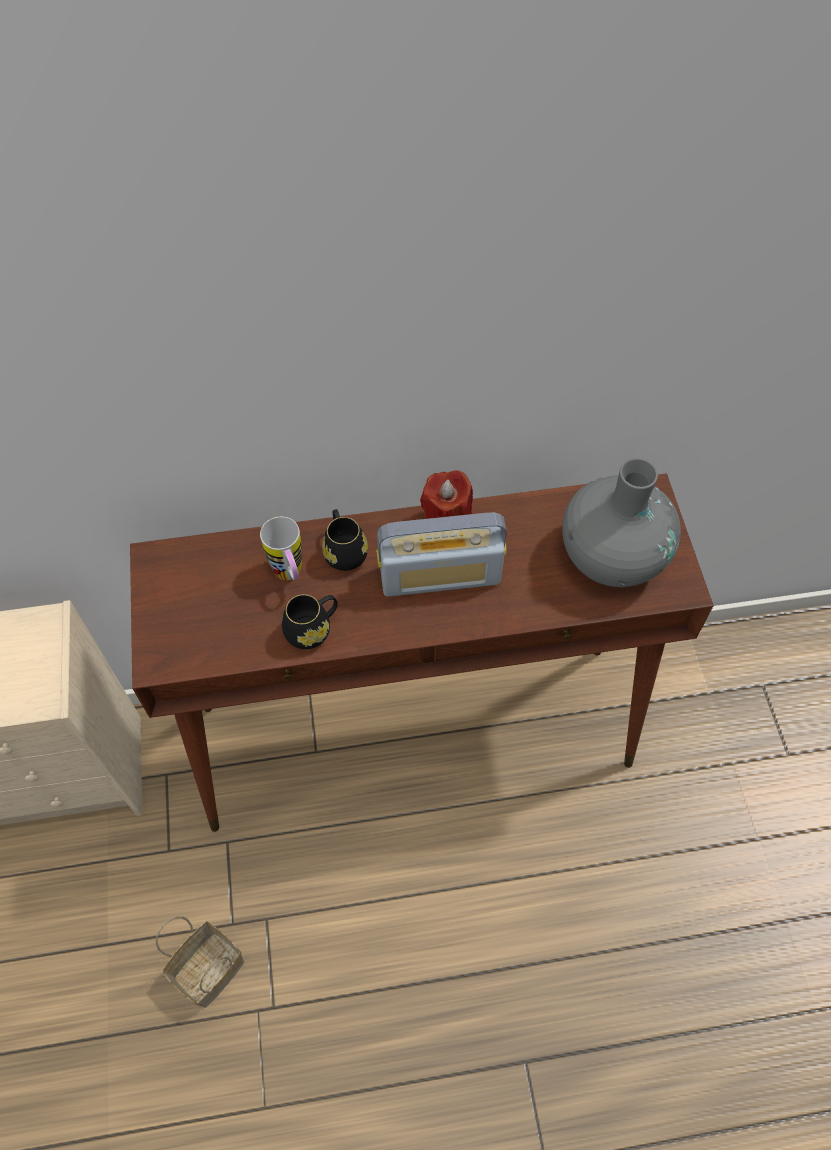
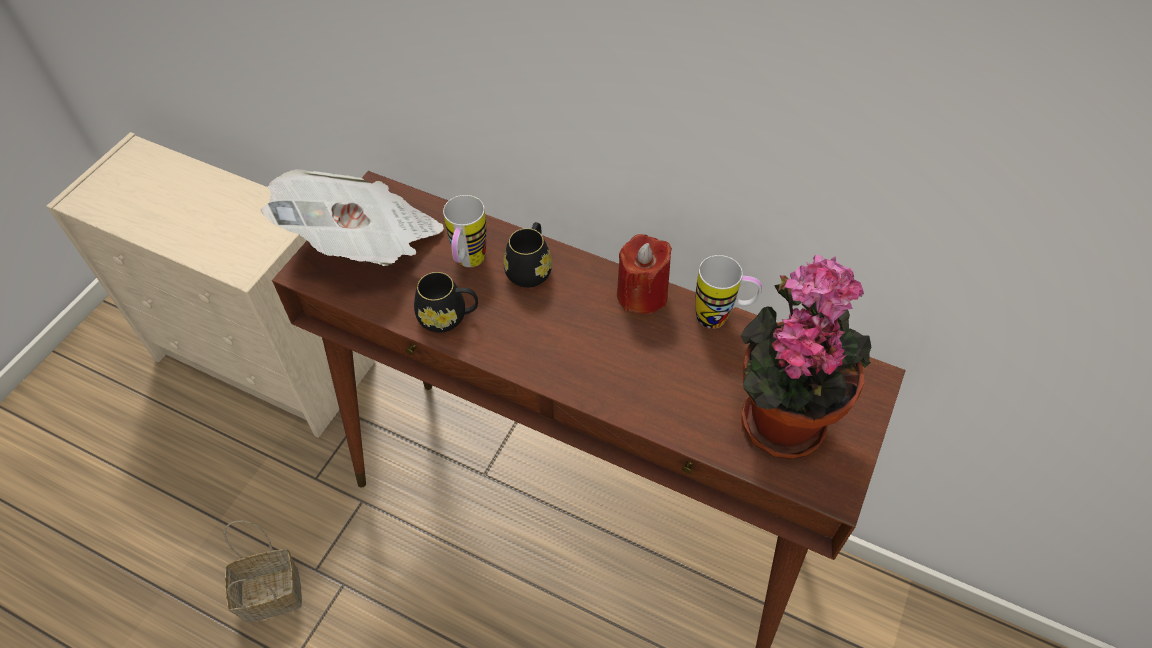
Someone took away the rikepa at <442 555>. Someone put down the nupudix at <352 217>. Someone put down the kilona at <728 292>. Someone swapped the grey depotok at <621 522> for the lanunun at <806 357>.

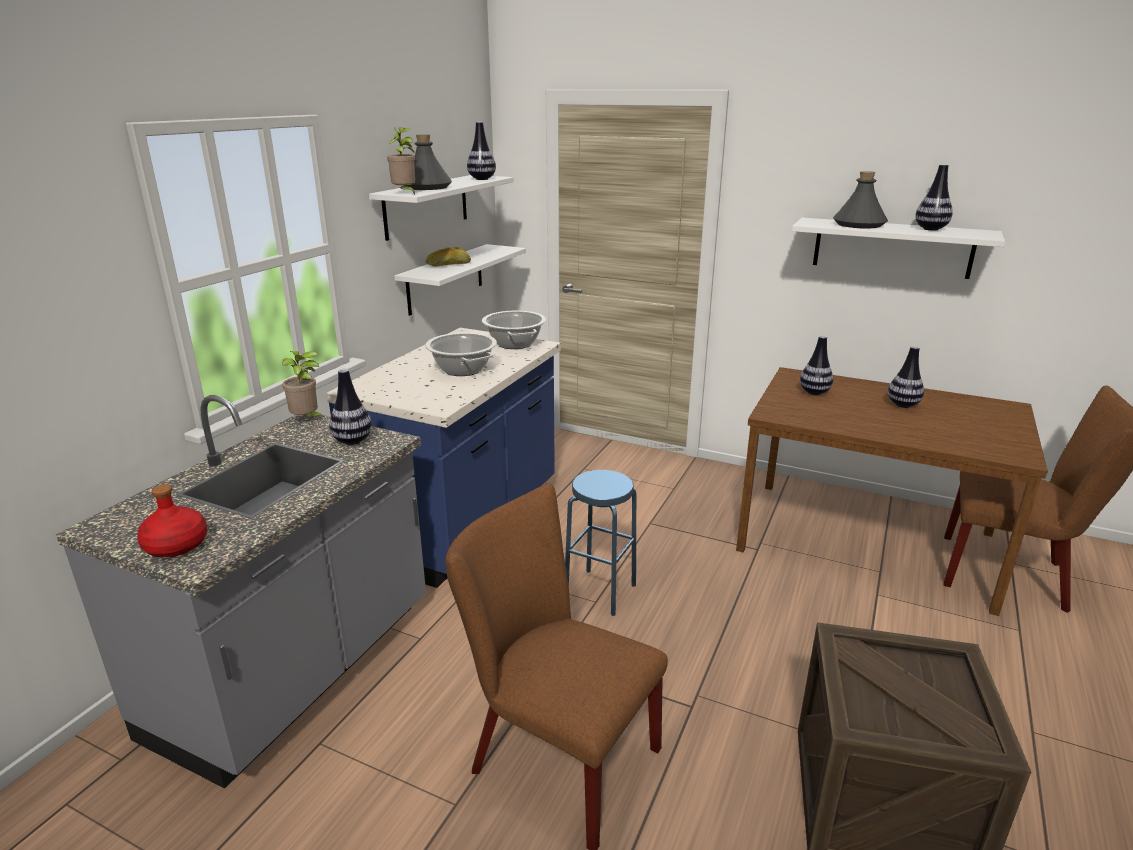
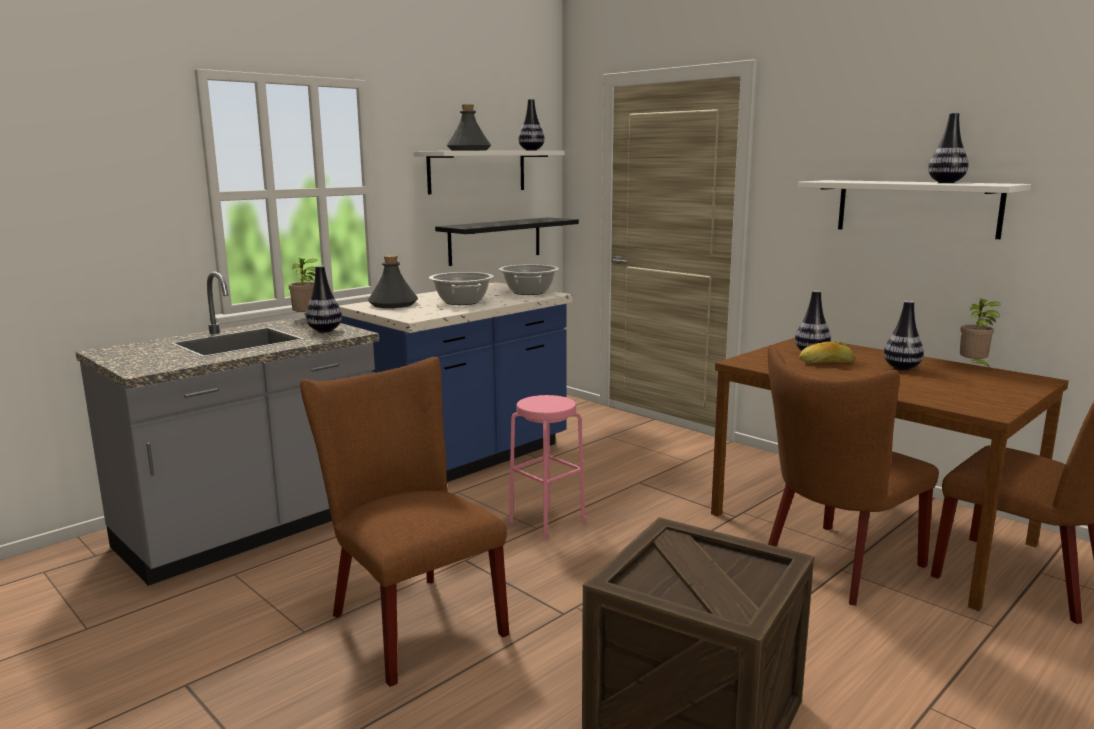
Someone took away the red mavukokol at <172 520>. Someone put down the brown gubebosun at <853 475>. Someone carried the lanunun from <401 161> to <980 334>. Someone carried the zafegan from <448 257> to <827 352>. Someone carried the grey mavukokol from <860 200> to <393 281>. Someone repainted the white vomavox at <460 280>, which became the black vomavox at <507 241>. Someone repainted the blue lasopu at <600 543>, which became the pink lasopu at <547 467>.

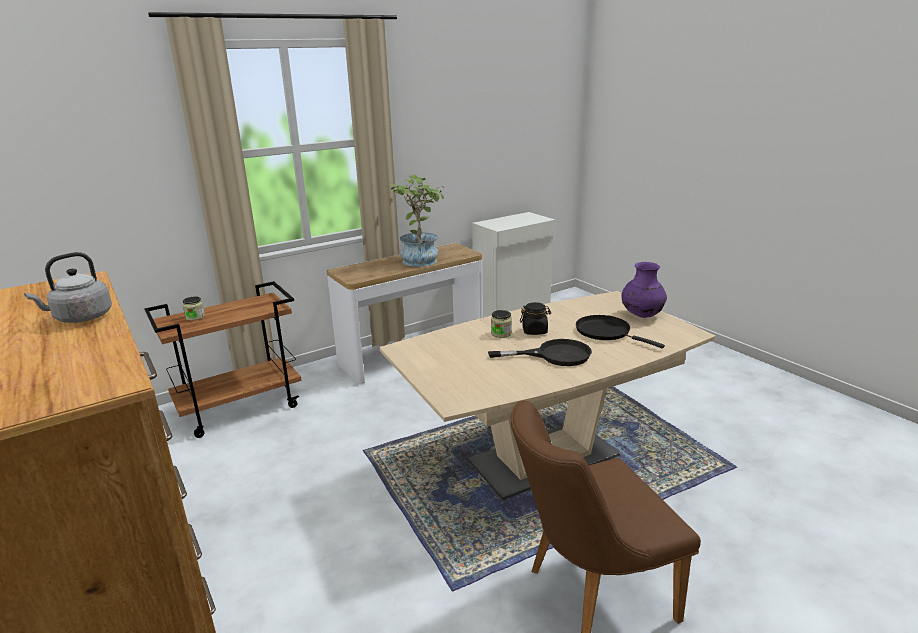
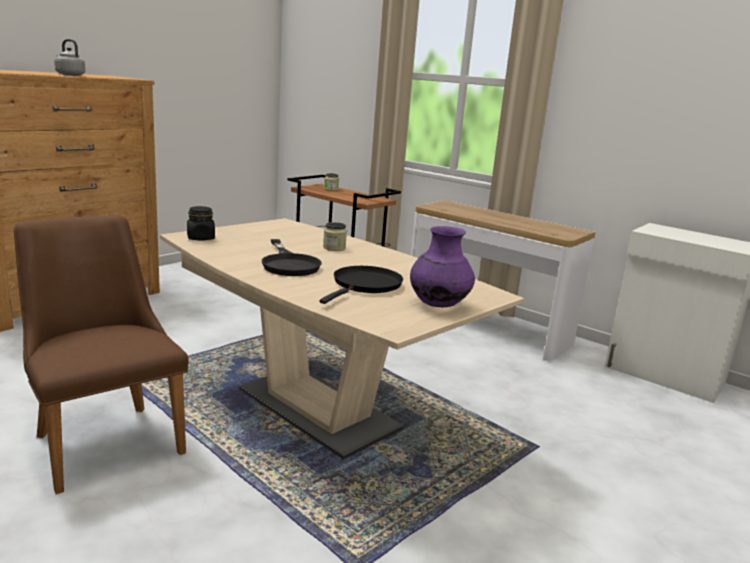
Someone took away the lanunun at <417 220>. Someone carried the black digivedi from <535 318> to <201 223>.

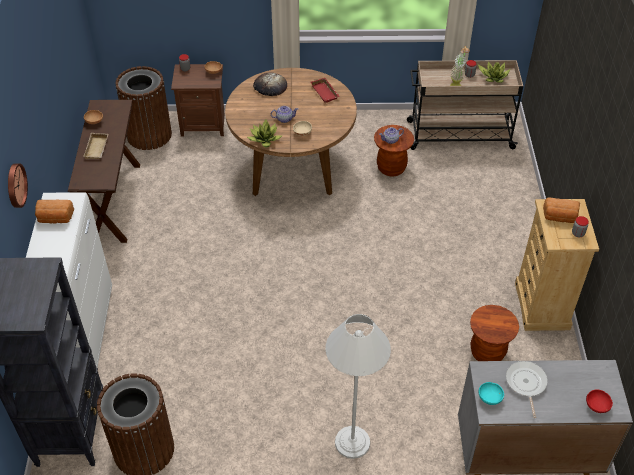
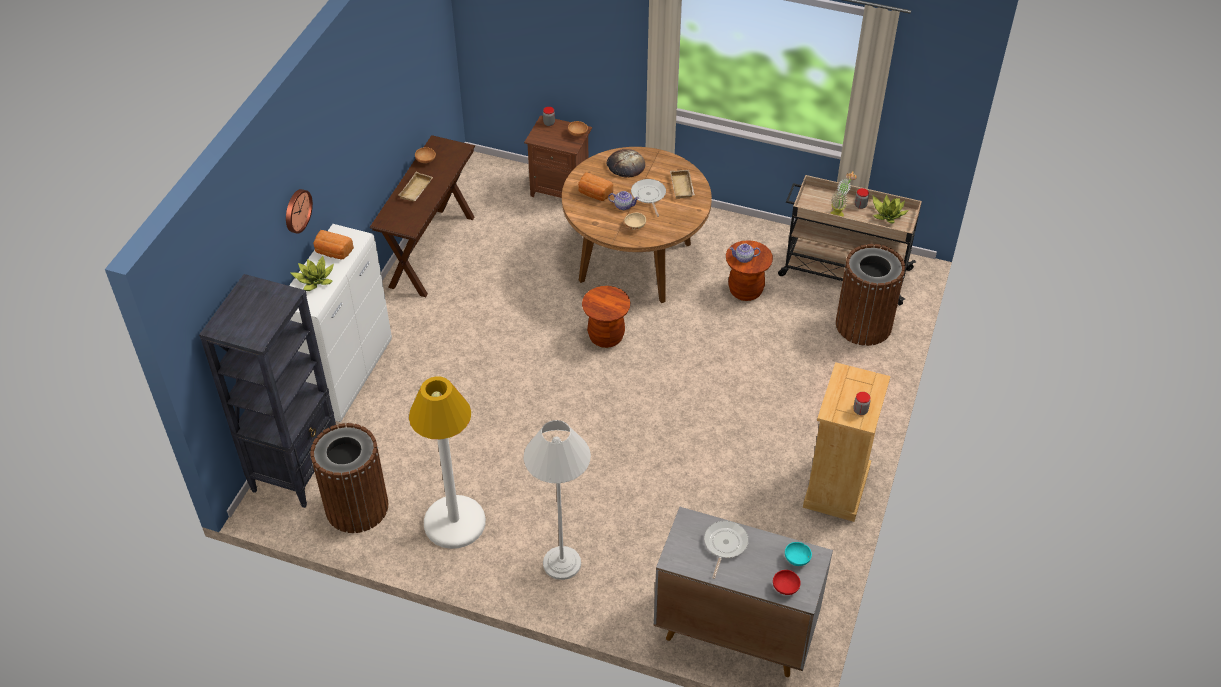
Someone put down the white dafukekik at <447 462>. Someone put down the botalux at <648 198>. Someone carried the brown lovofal from <144 108> to <870 295>. Someone carried the lanunun from <265 133> to <312 273>. Someone carried the brown lasopu from <494 333> to <606 317>. Someone carried the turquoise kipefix from <491 393> to <798 554>. Someone carried the zafegan from <561 210> to <595 186>. Someone repainted the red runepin at <325 90>, which became the beige runepin at <682 184>.

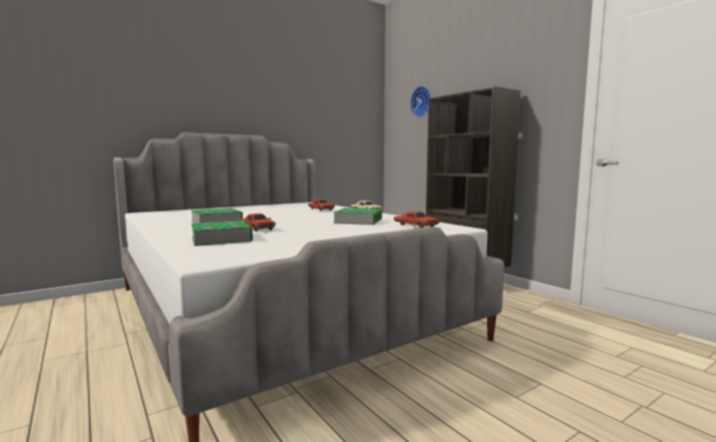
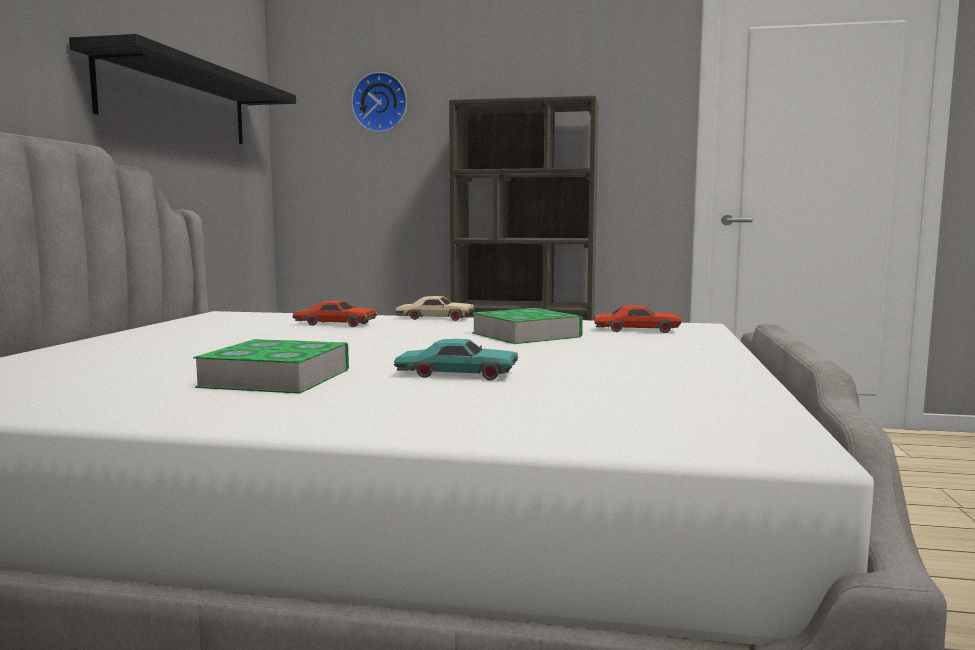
Someone took away the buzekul at <222 233>. Someone put up the black vomavox at <182 89>. Someone repainted the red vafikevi at <258 222>, which became the turquoise vafikevi at <456 359>.

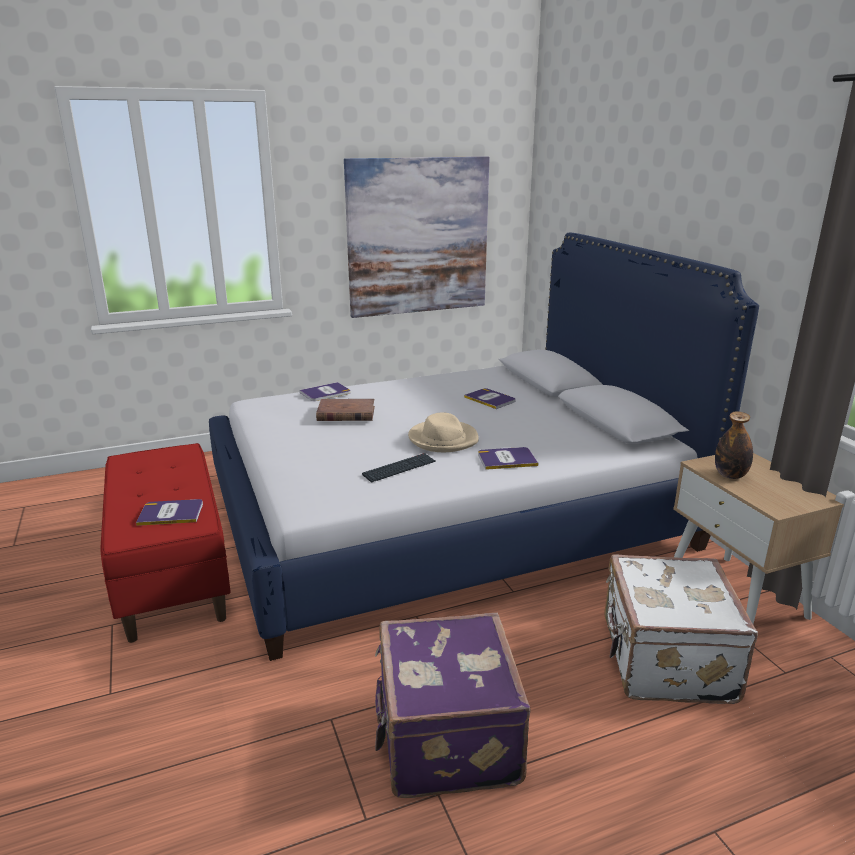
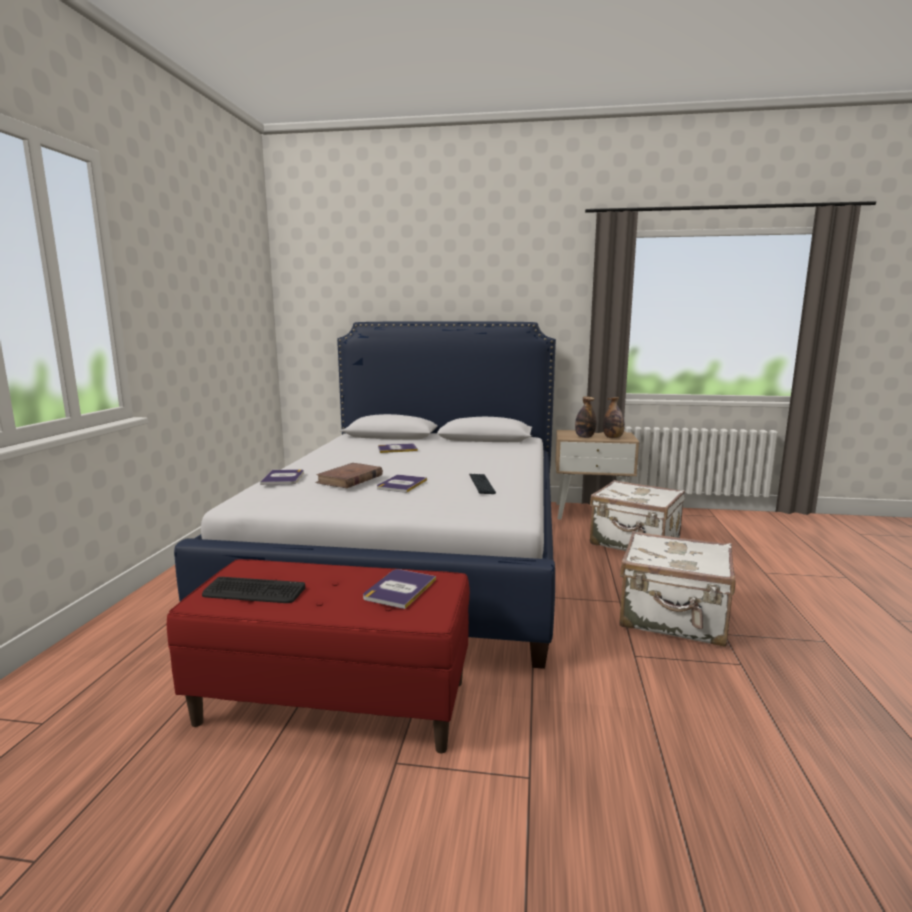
Someone took away the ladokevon at <417 237>. Someone took away the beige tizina at <443 432>. Someone put down the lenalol at <253 590>. Someone put down the mavukokol at <614 417>. Someone carried the buzekul from <508 458> to <402 484>. Someone repainted the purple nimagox at <453 705>, which became the white nimagox at <677 588>.

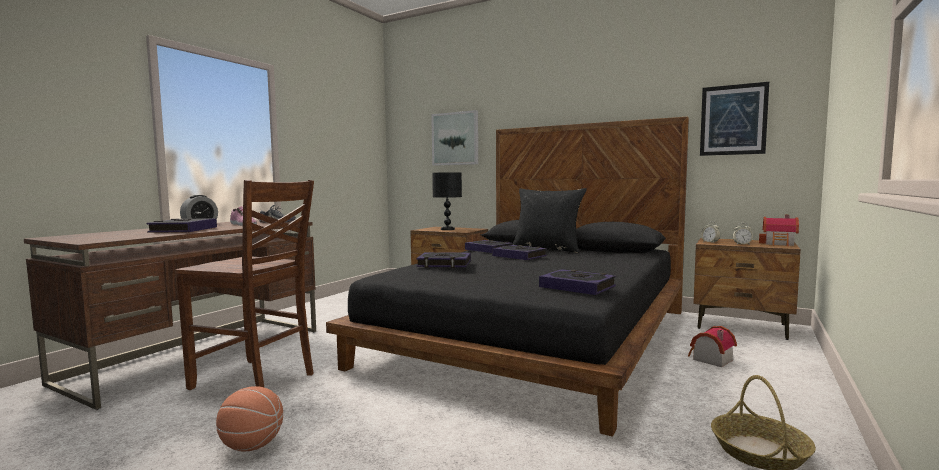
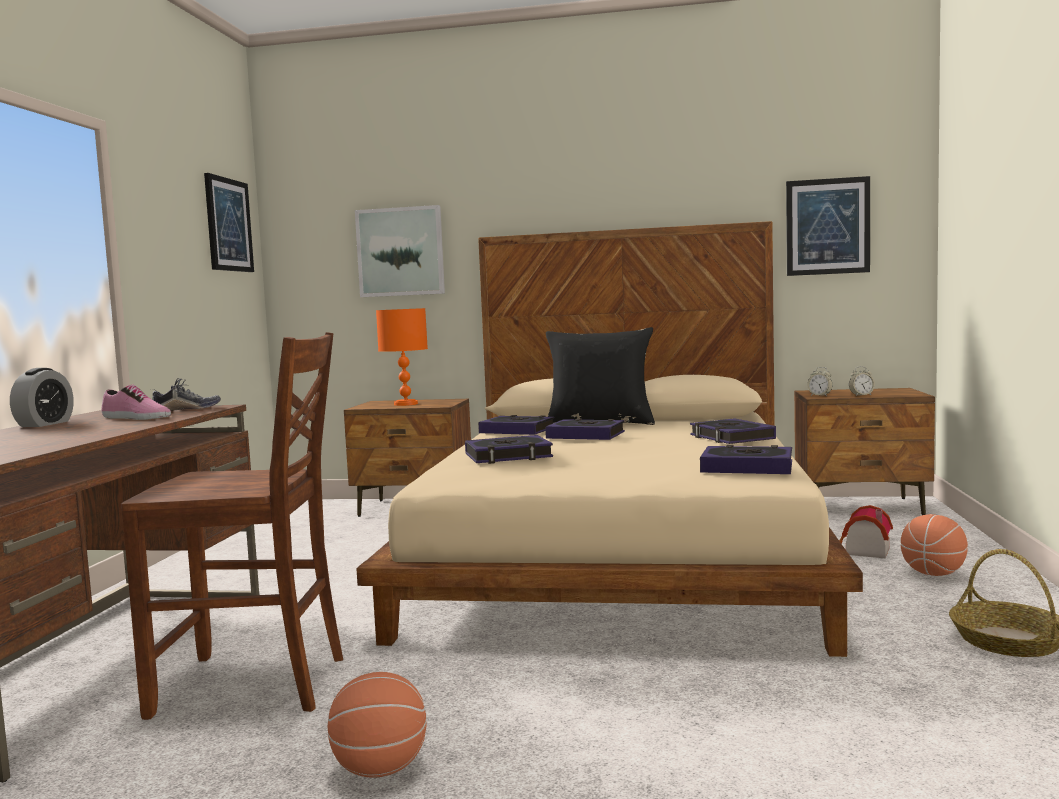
Someone took away the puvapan at <779 230>. Someone put up the ladokevon at <229 222>. Someone put down the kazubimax at <934 545>. Someone carried the buzekul from <182 225> to <733 431>. Someone repainted the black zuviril at <507 277>, which became the beige zuviril at <609 439>. Someone repainted the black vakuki at <447 201>, which became the orange vakuki at <402 357>.

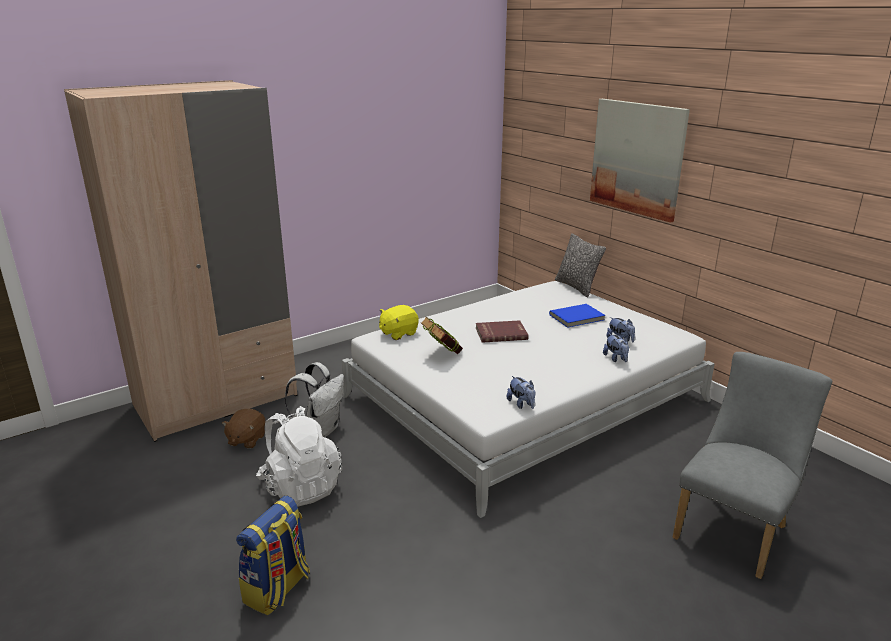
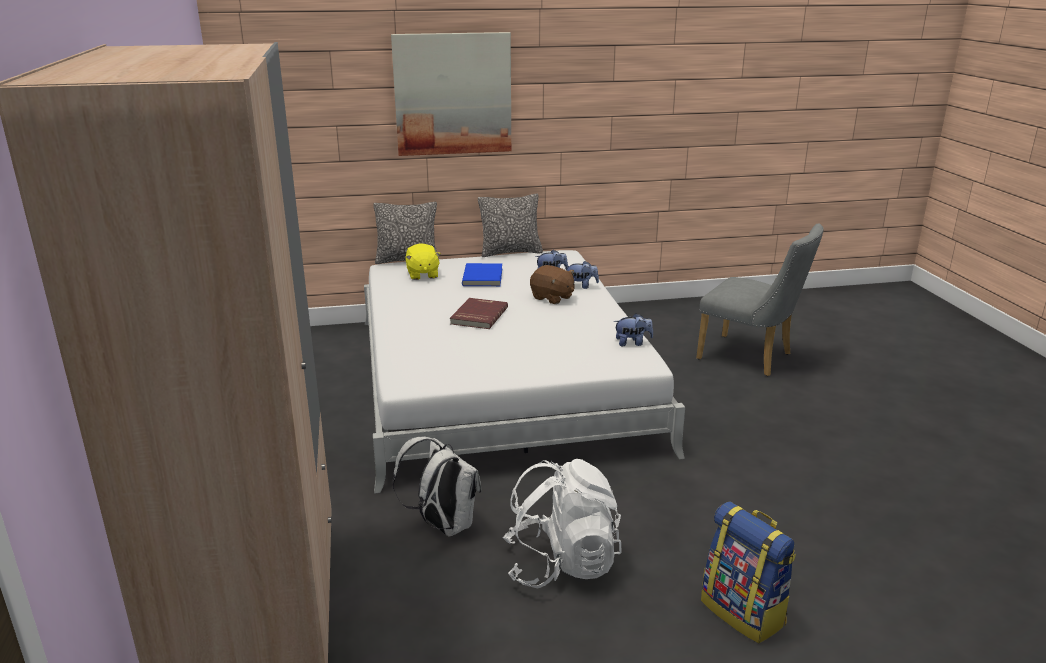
Someone took away the buzekul at <441 335>. Someone put down the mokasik at <510 225>. Someone carried the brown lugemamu from <243 429> to <552 284>. Someone carried the yellow lugemamu from <399 322> to <423 261>. Someone rotated the grey gubebosun at <752 465> by 150 degrees clockwise.

